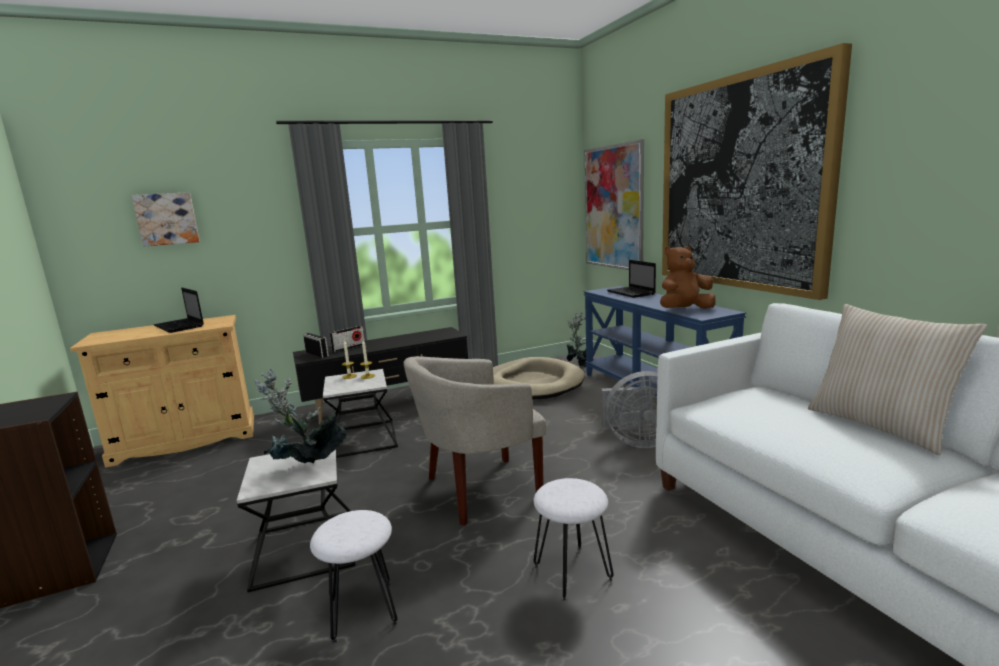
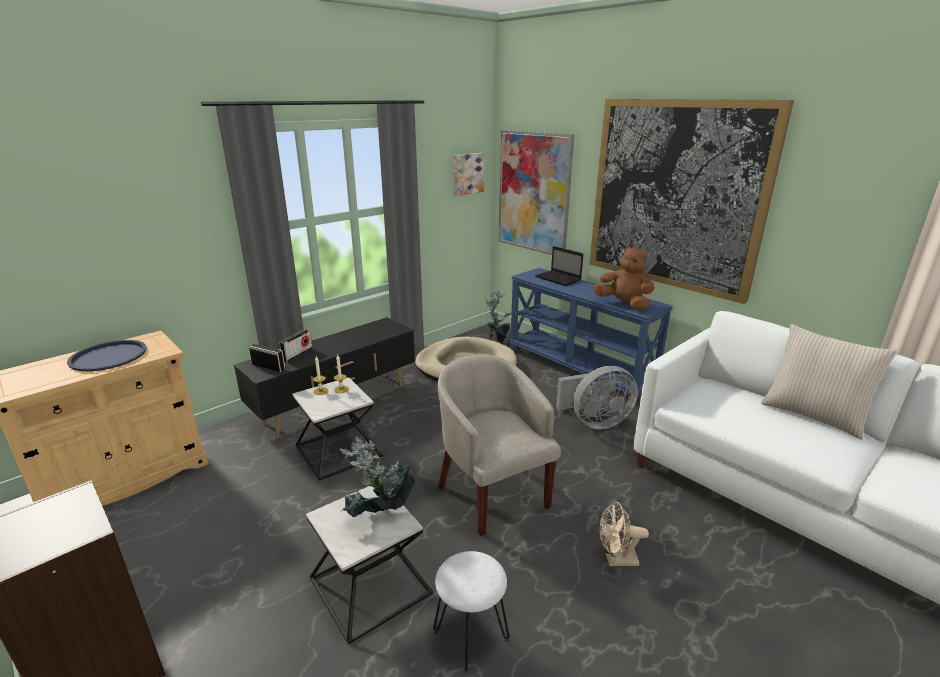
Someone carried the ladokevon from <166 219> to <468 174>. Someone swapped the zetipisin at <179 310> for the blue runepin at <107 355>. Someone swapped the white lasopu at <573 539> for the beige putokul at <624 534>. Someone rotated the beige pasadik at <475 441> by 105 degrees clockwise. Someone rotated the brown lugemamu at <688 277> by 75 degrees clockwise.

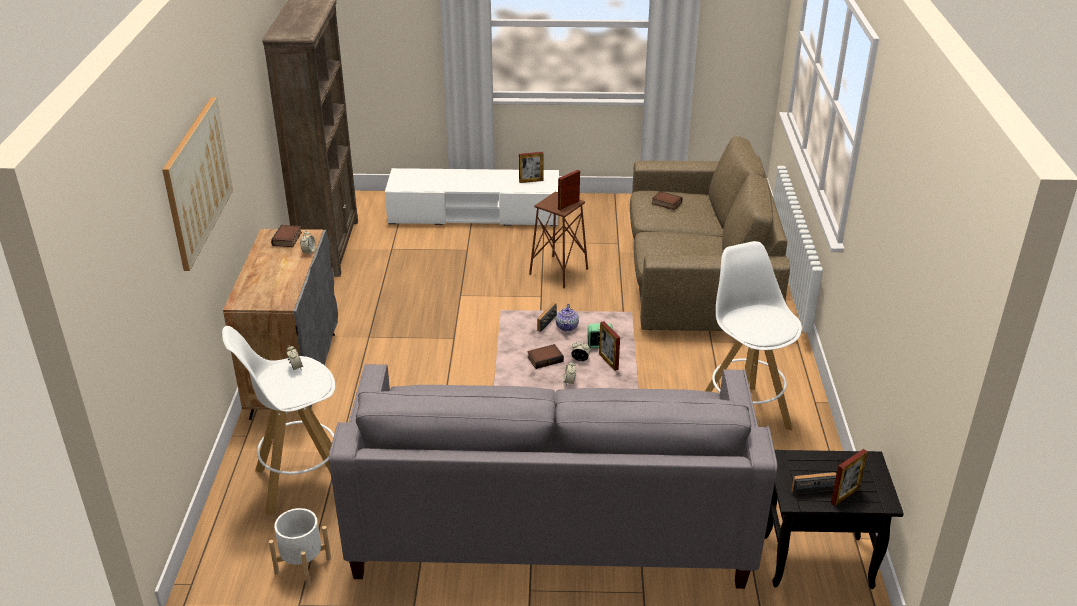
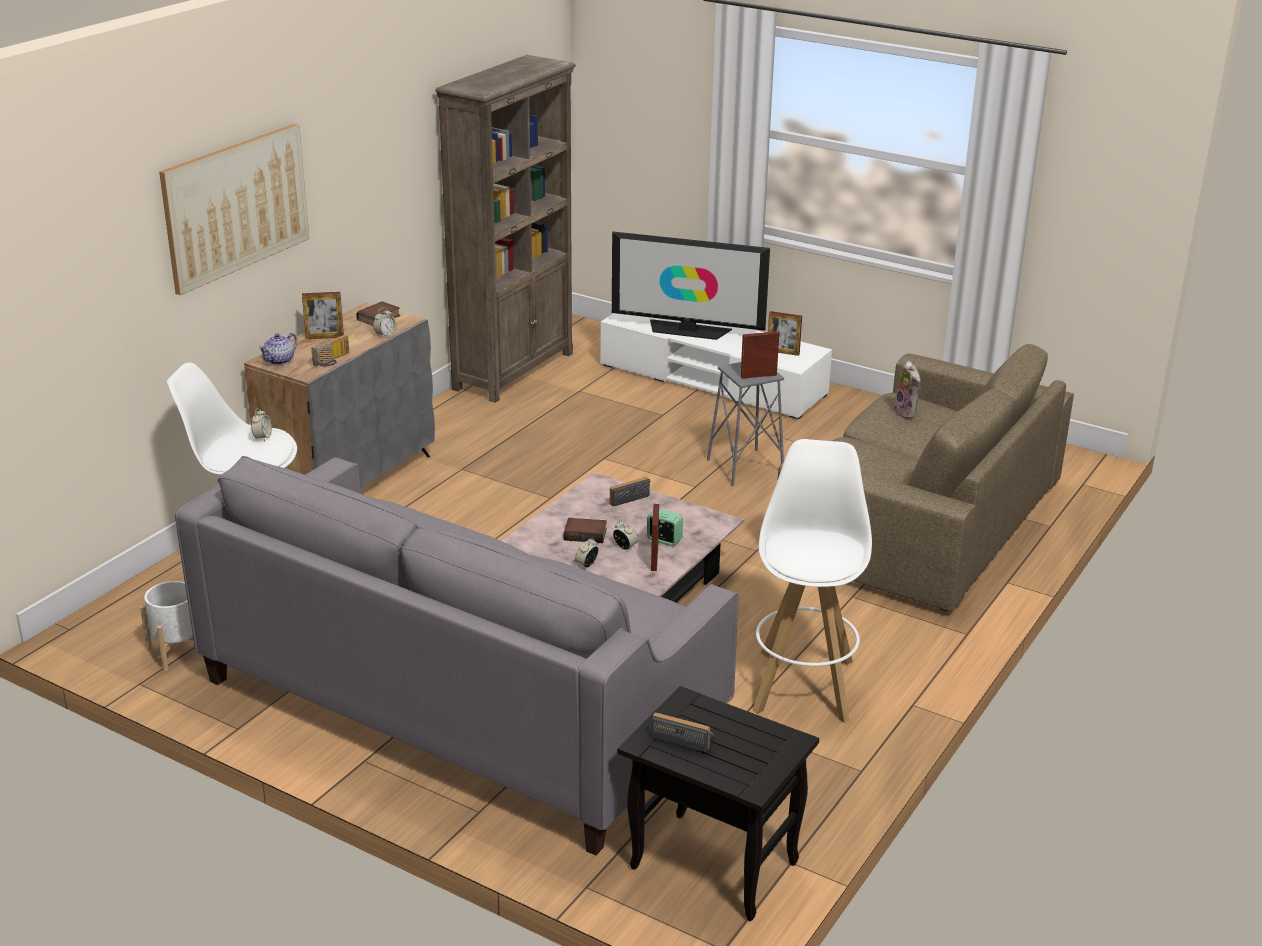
Someone put down the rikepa at <330 351>. Someone put down the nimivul at <691 286>. Someone carried the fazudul from <567 317> to <278 349>. Someone carried the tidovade from <849 477> to <323 315>. Someone swapped the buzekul at <667 200> for the lugemamu at <907 390>. Someone repainted the brown lasopu at <558 240>, which became the grey lasopu at <745 424>.

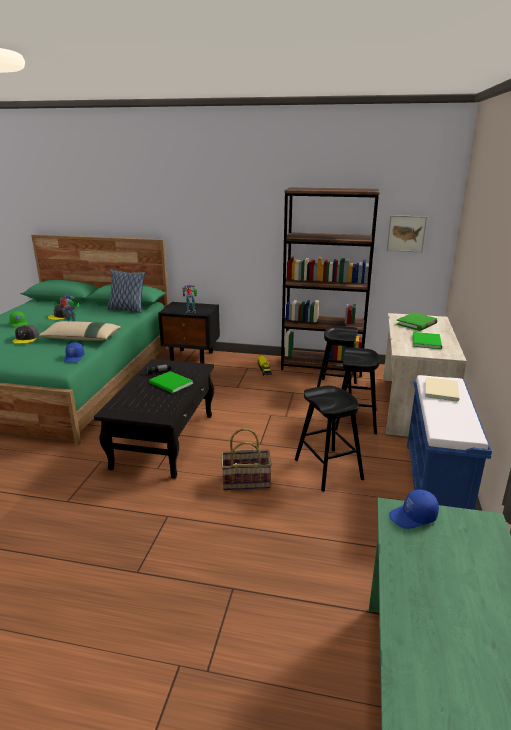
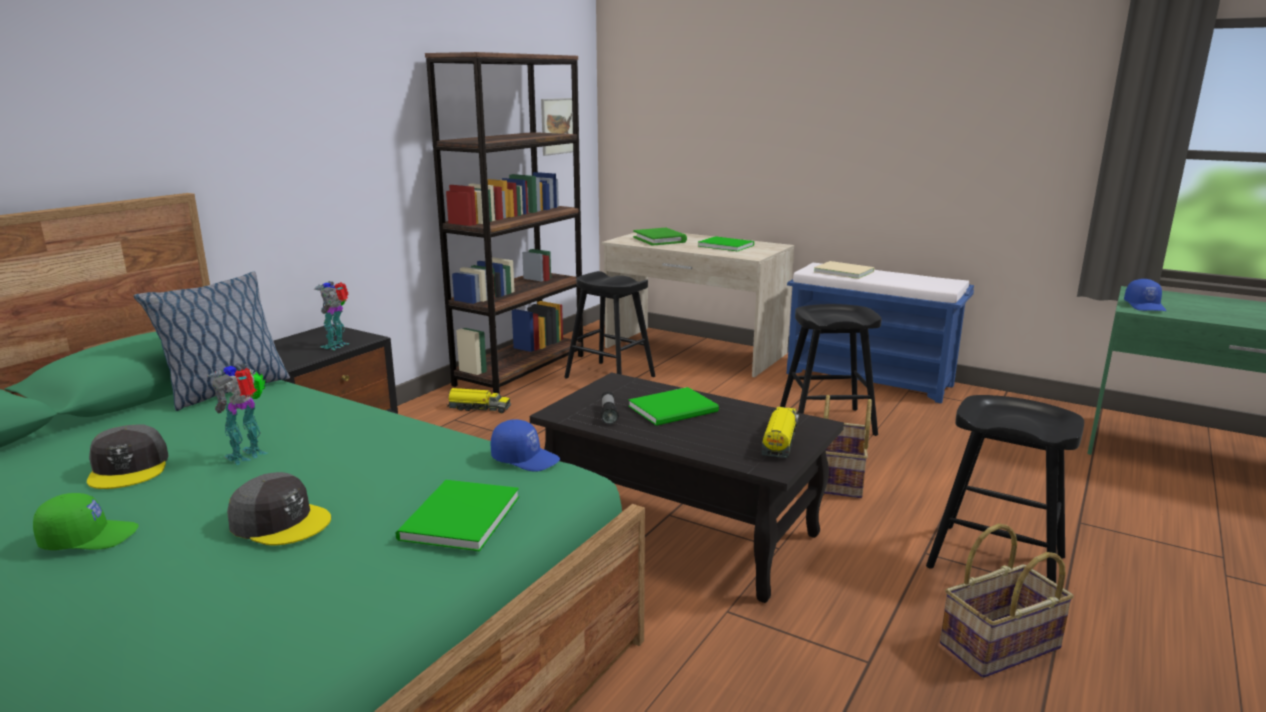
Someone took away the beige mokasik at <80 331>. Someone put down the green buzekul at <457 516>. Someone put down the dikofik at <780 432>. Someone put down the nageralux at <1007 600>. Someone carried the black lasopu from <358 391> to <1005 489>.

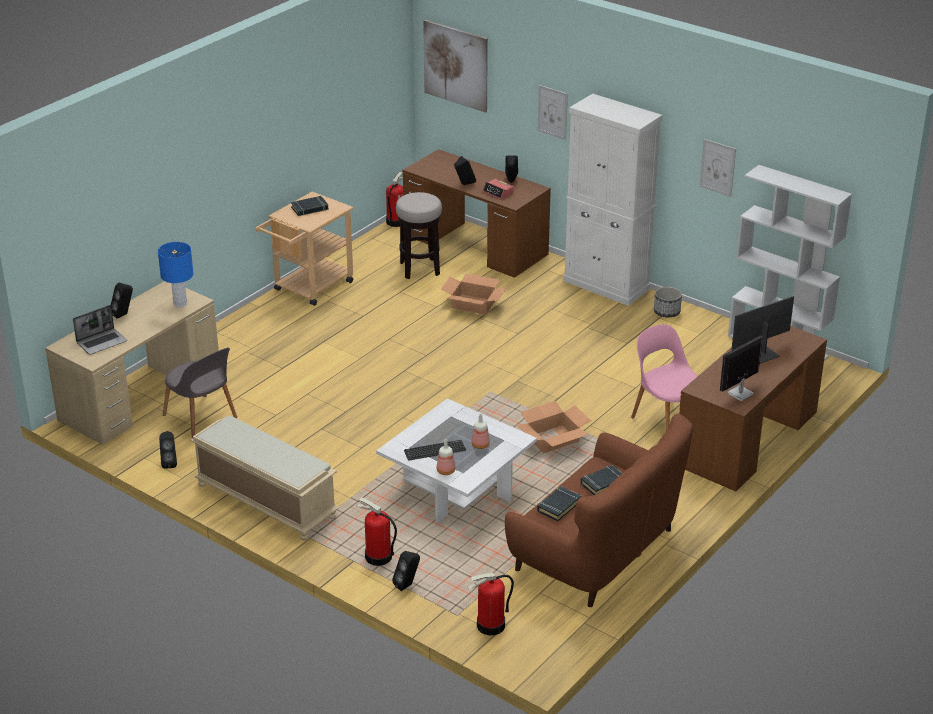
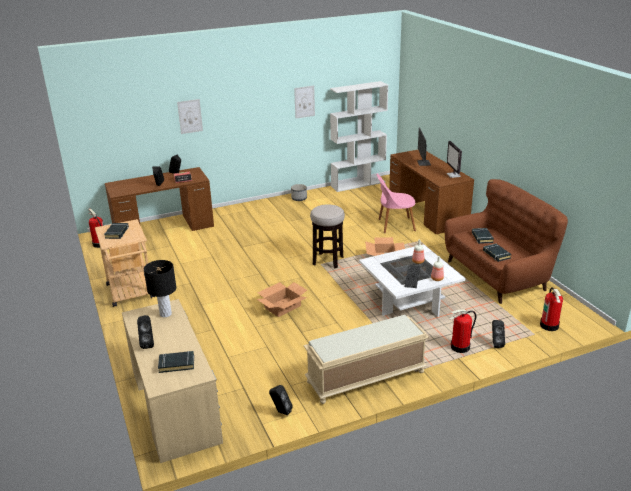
Someone took away the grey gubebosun at <200 393>. Someone took away the ladokevon at <455 66>. Someone took away the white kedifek at <612 200>. Someone carried the lasopu from <419 235> to <327 236>. Someone carried the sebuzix from <474 294> to <281 299>. Someone swapped the zetipisin at <100 330> for the black buzekul at <176 362>. Someone repainted the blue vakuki at <176 275>, which became the black vakuki at <160 288>.

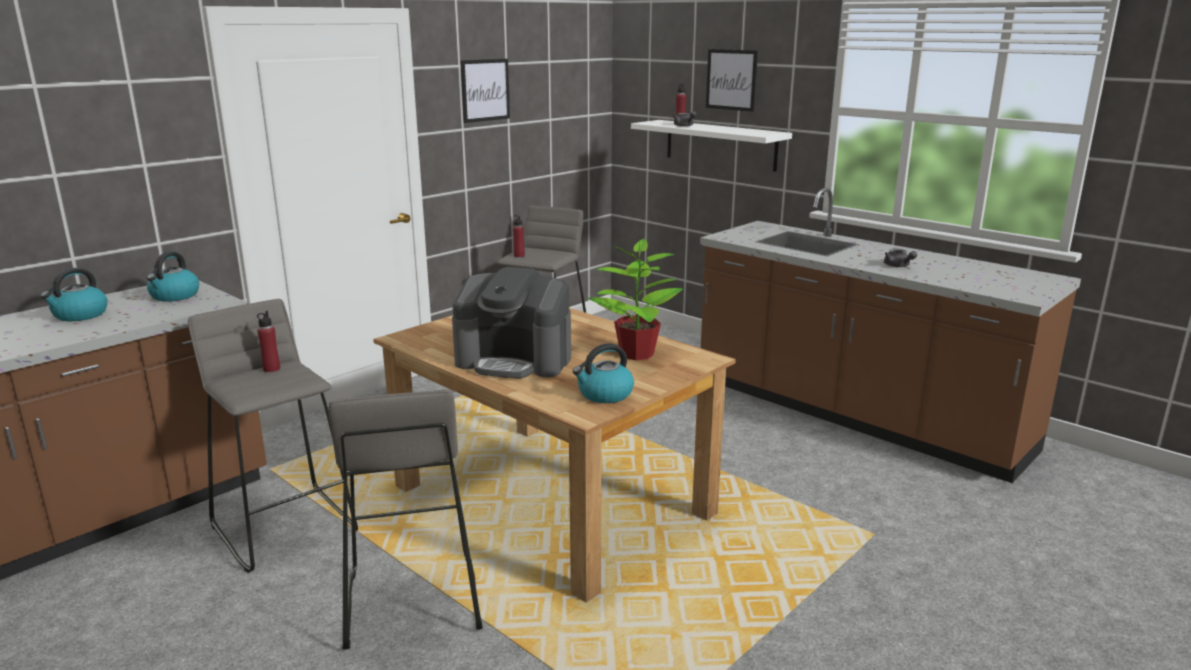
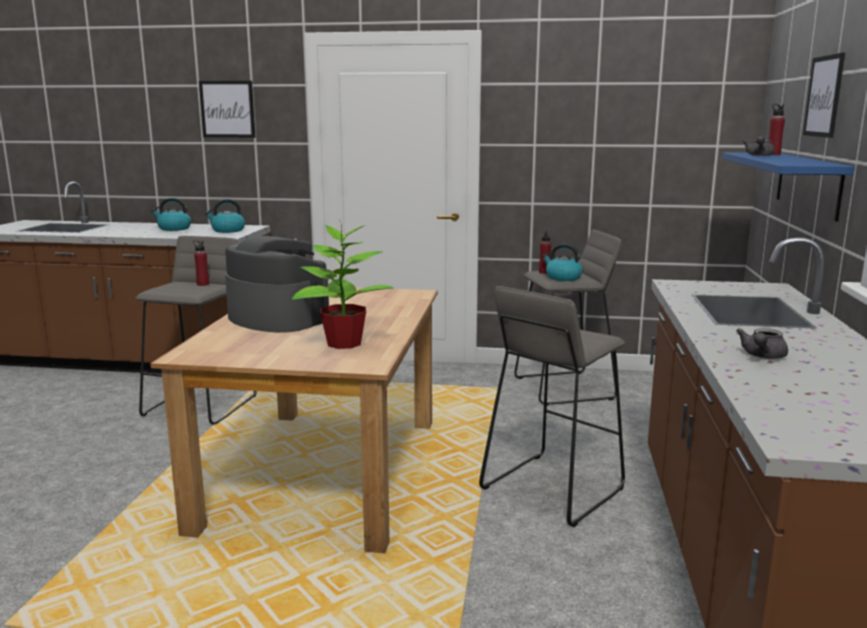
Someone carried the grey lasopu from <405 519> to <552 406>. Someone carried the ladokevon from <485 91> to <227 109>. Someone carried the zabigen from <603 373> to <562 262>. Someone repainted the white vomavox at <711 146>, which became the blue vomavox at <788 187>. Someone rotated the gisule at <511 323> by 150 degrees clockwise.

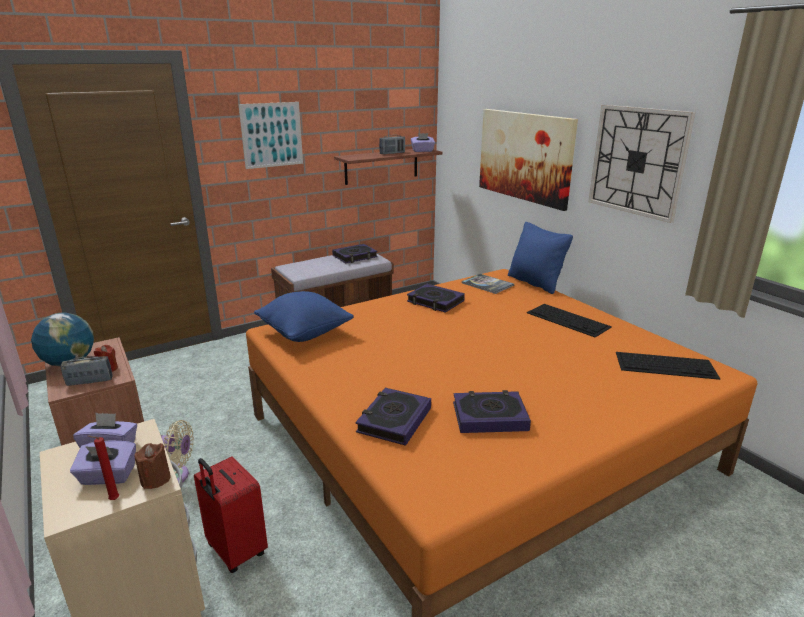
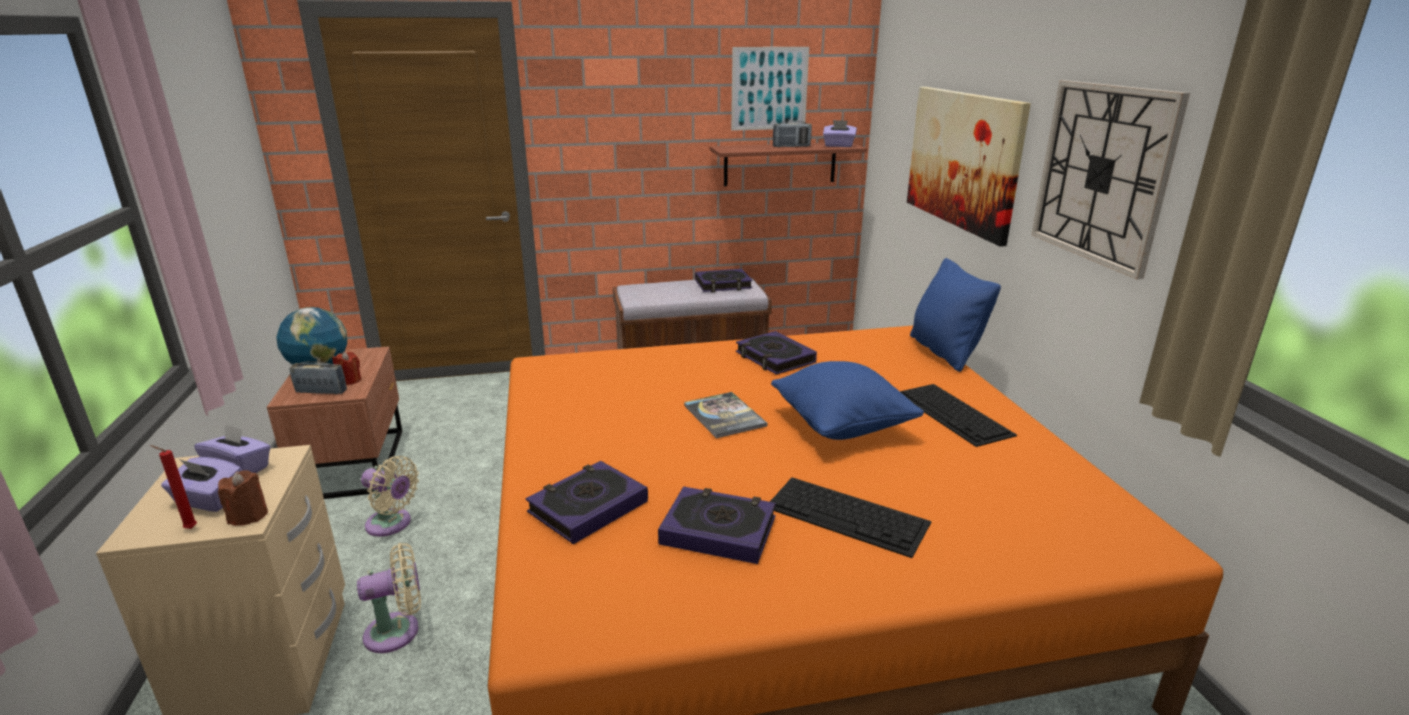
Someone carried the ladokevon from <270 135> to <770 89>. Someone carried the blue mokasik from <304 316> to <847 400>. Someone carried the buzekul from <488 284> to <725 415>. Someone carried the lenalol from <668 366> to <851 517>. Someone swapped the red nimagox at <231 515> for the beige putokul at <389 598>.

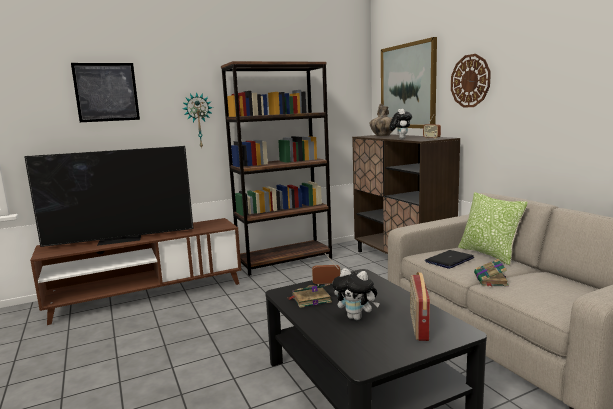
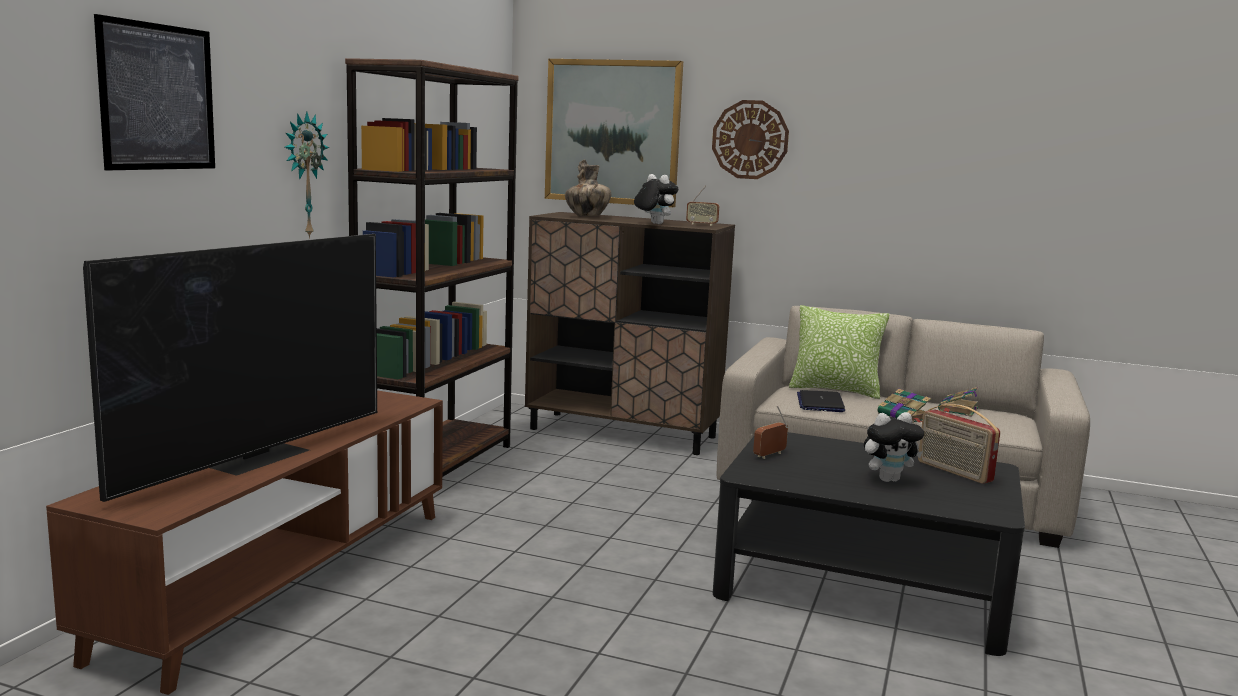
Someone carried the buzekul from <310 296> to <958 402>.

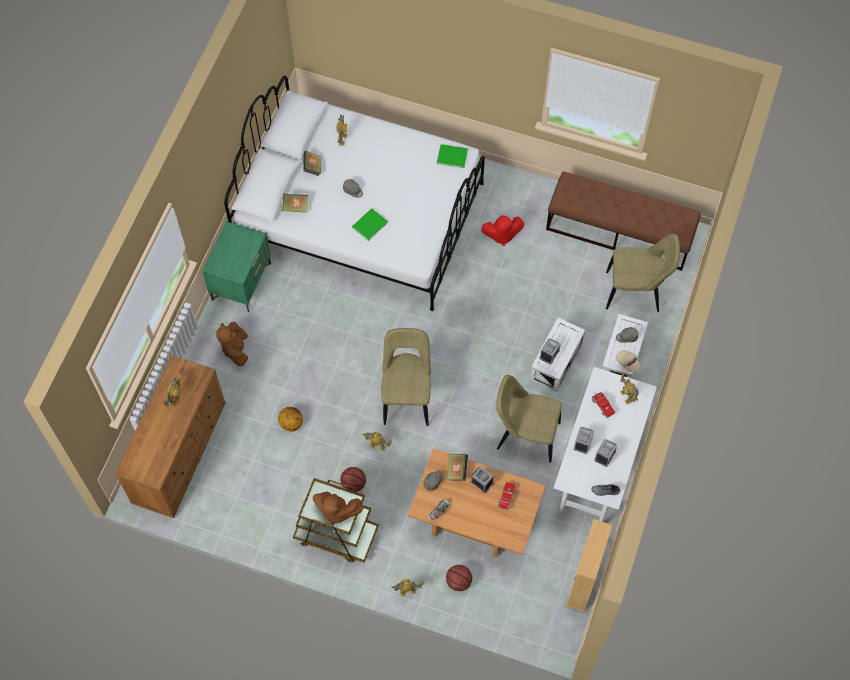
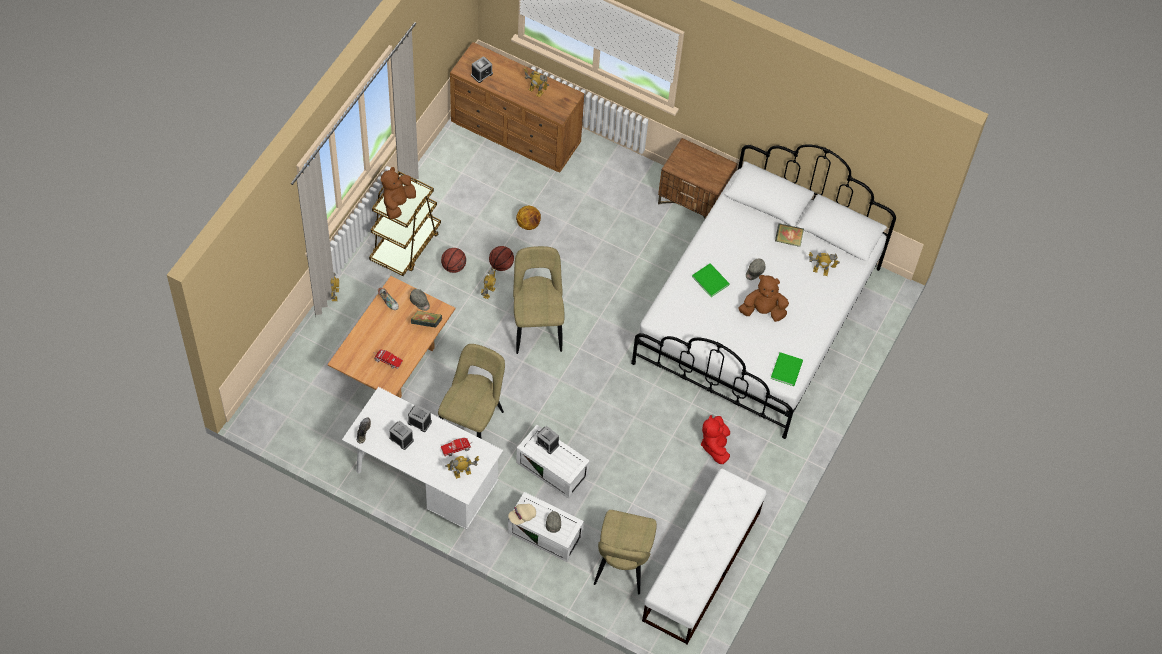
Someone took away the buzekul at <295 203>. Someone took away the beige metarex at <589 565>. Someone carried the brown lugemamu from <232 344> to <763 298>. Someone carried the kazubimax from <459 578> to <501 258>. Someone carried the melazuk from <482 479> to <482 69>. Someone repainted the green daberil at <236 266>, which became the brown daberil at <698 178>. Someone repainted the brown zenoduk at <623 221>, which became the white zenoduk at <704 556>. Someone rotated the beige gubebosun at <406 377> by 105 degrees counterclockwise.

